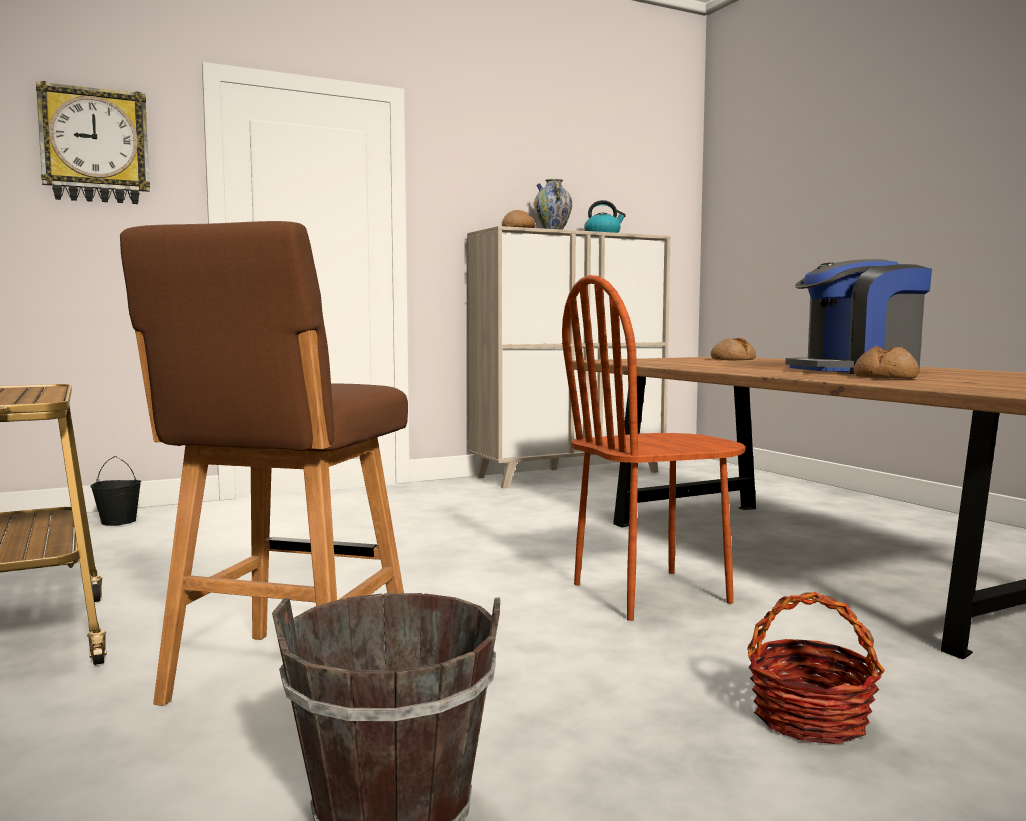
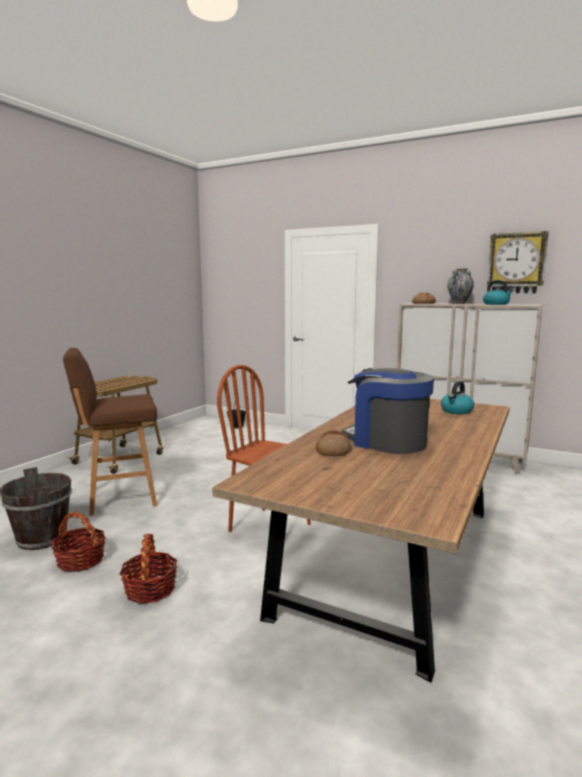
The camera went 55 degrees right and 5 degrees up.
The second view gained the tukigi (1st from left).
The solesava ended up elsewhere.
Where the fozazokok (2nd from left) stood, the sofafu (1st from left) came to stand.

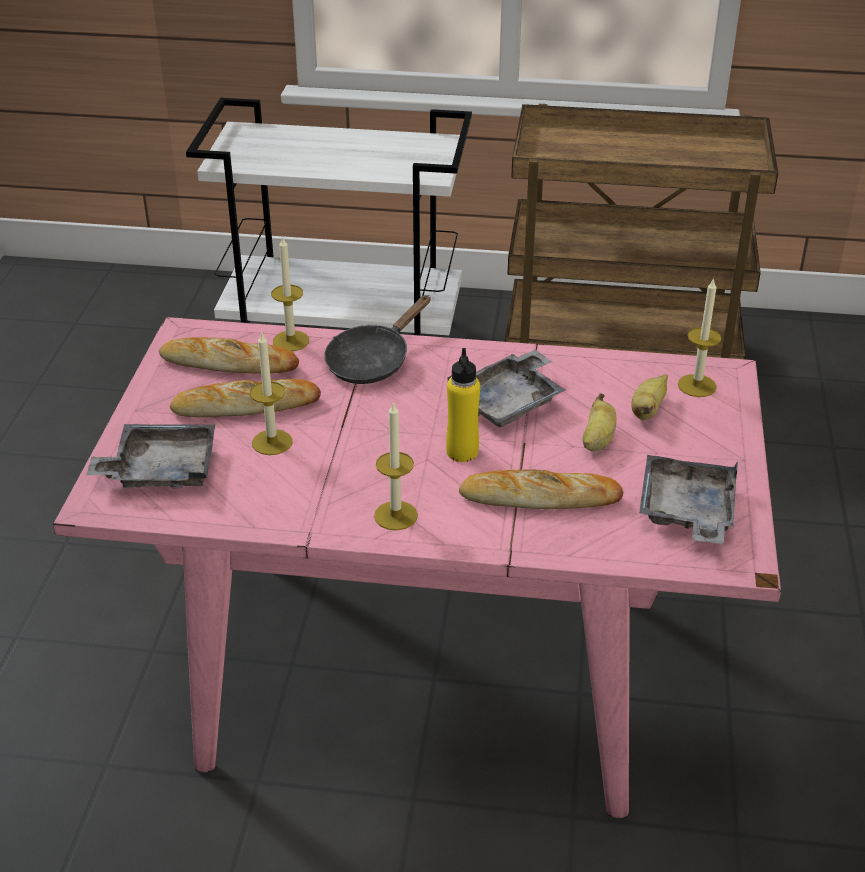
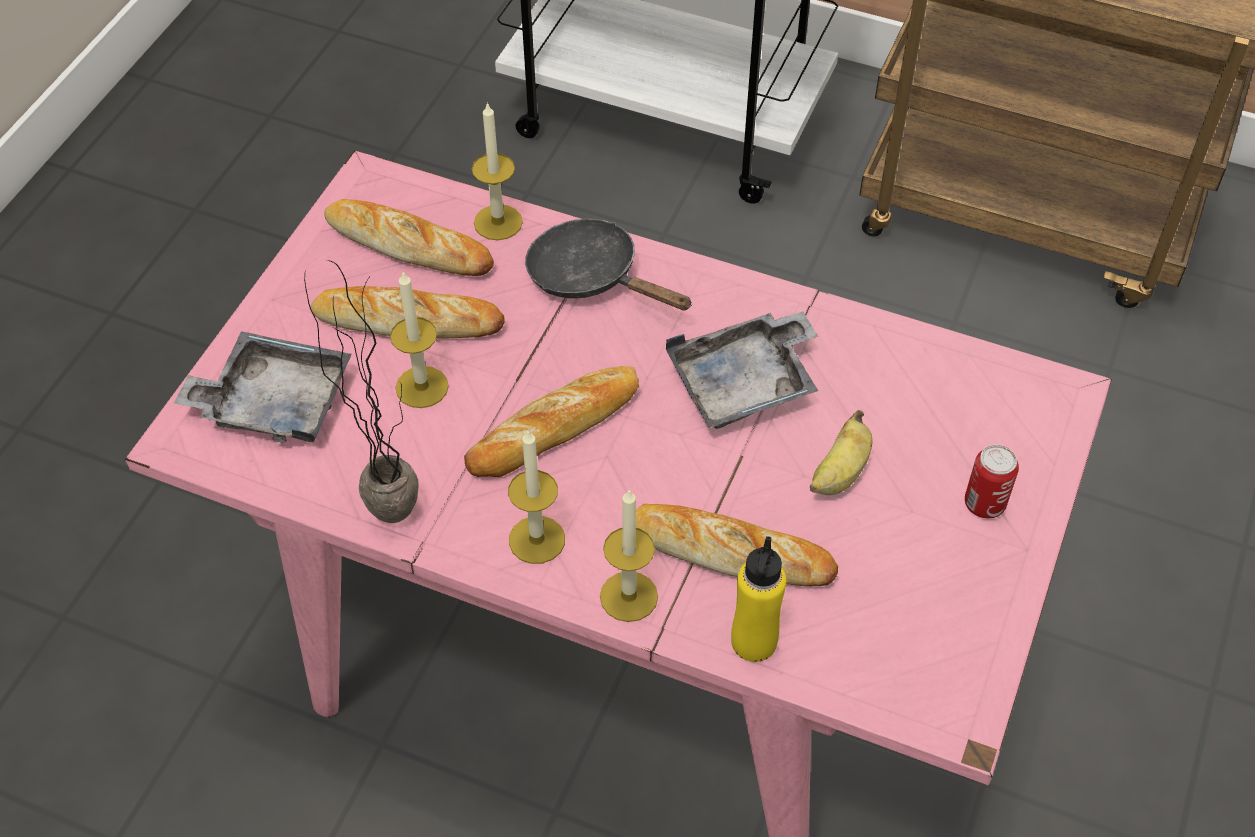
The camera went 15 degrees right and 15 degrees up.
The second view lost the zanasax (2nd from left).
The second view lost the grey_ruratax (3rd from left).
The second view gained the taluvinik.
The second view gained the fozazokok (3rd from left).
The second view gained the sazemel.
The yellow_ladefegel ended up elsewhere.
The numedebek (4th from left) ended up elsewhere.
The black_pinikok ended up facing another way, 75 degrees clockwise from before.

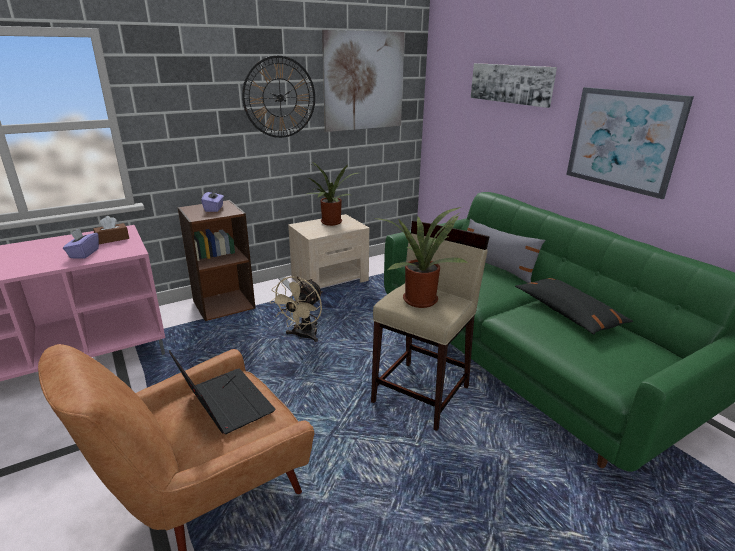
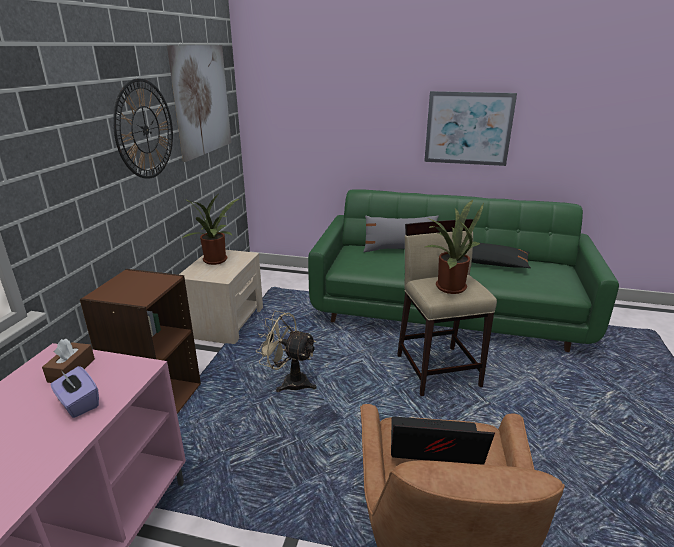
The camera went 45 degrees left and 0 degrees up.
The second view lost the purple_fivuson (2nd from left).
The second view lost the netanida (2nd from left).
The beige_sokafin ended up facing another way, 135 degrees clockwise from before.

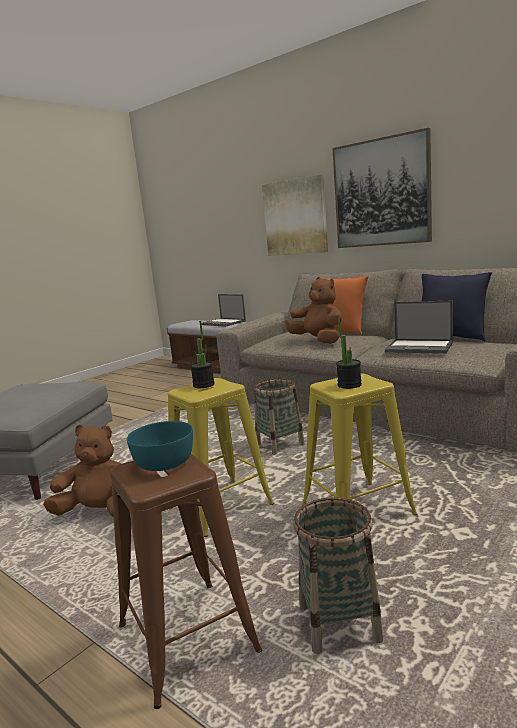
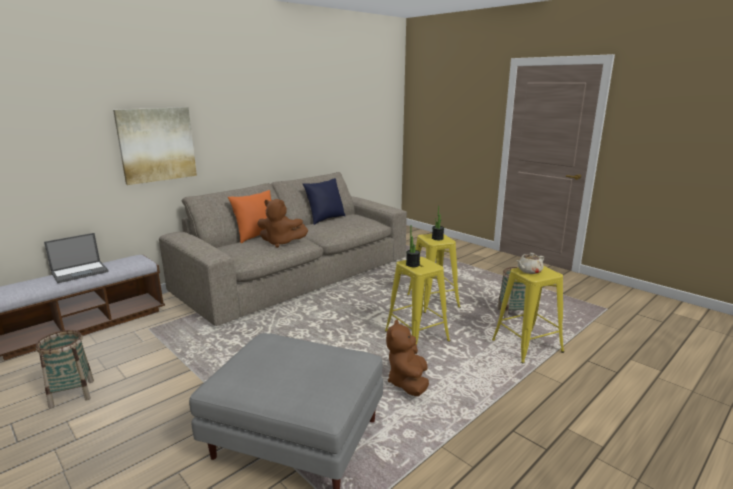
The camera went 85 degrees left and 5 degrees up.
The second view lost the netanida (2nd from left).
The second view lost the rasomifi (2nd from left).
The tukigi (1st from left) ended up elsewhere.
Where the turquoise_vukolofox stood, the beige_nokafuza came to stand.
What was the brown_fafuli turned into the yellow_fafuli (3rd from left).
The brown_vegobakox (2nd from left in the first image) ended up facing another way, 135 degrees counterclockwise from before.

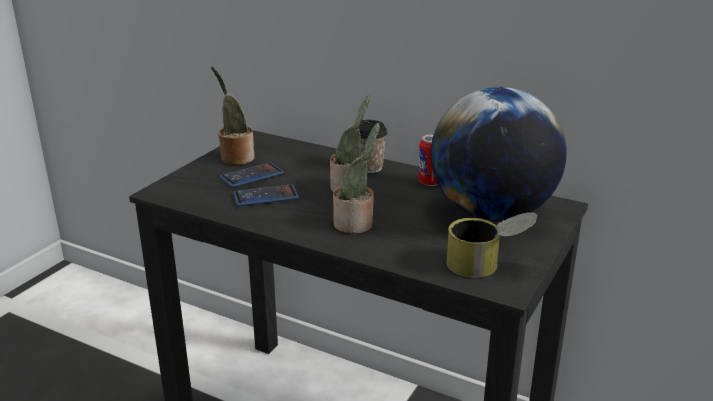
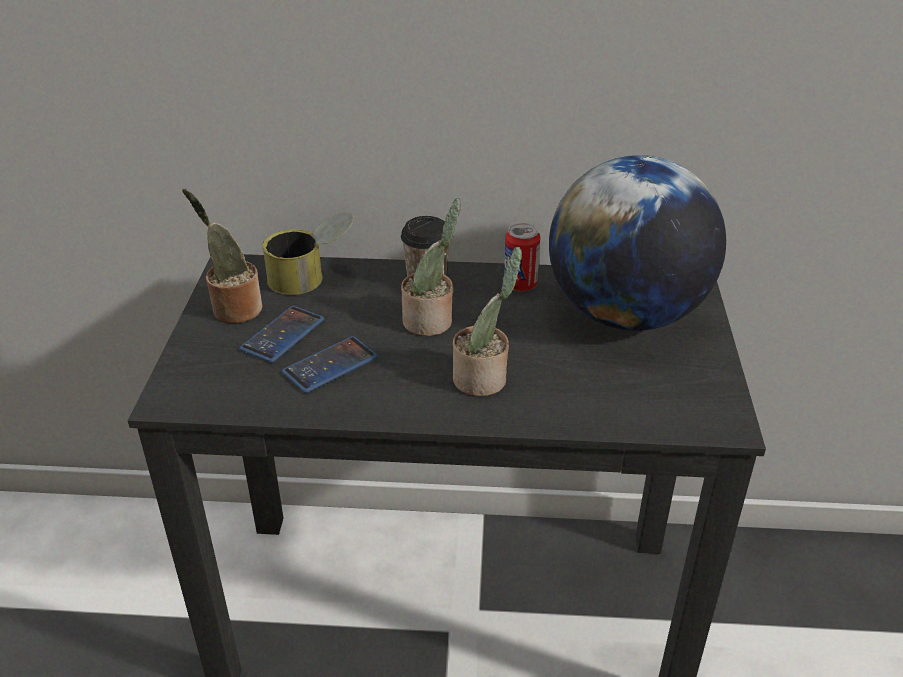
The camera went 25 degrees left and 10 degrees up.
The sazemel (2nd from left in the first image) ended up elsewhere.

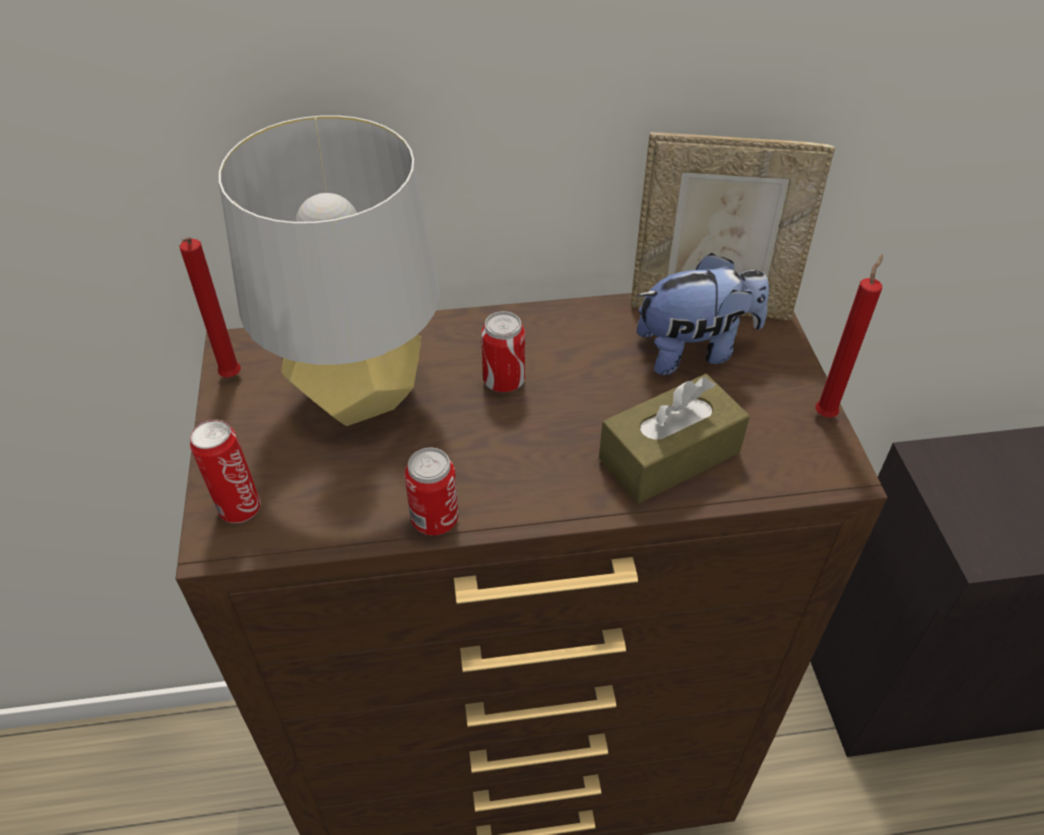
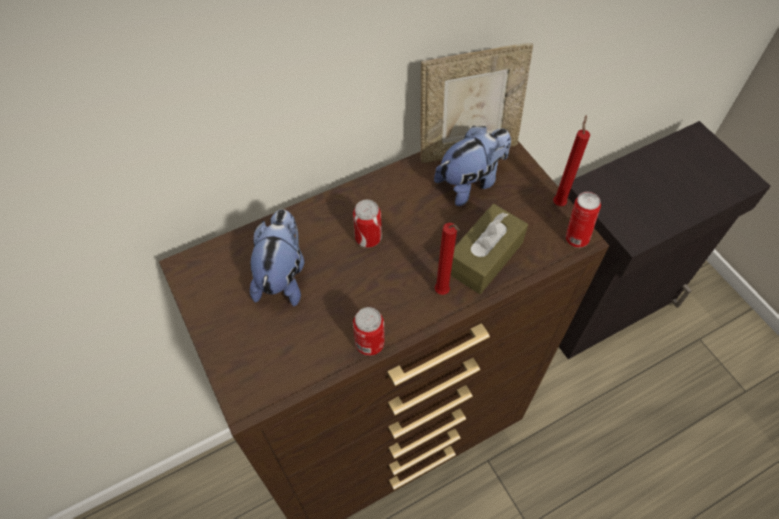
The camera went 20 degrees left and 10 degrees up.
The red_numedebek (1st from left) ended up elsewhere.
The sazemel (1st from left in the first image) ended up elsewhere.
Where the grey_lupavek stood, the vegobakox (1st from left) came to stand.

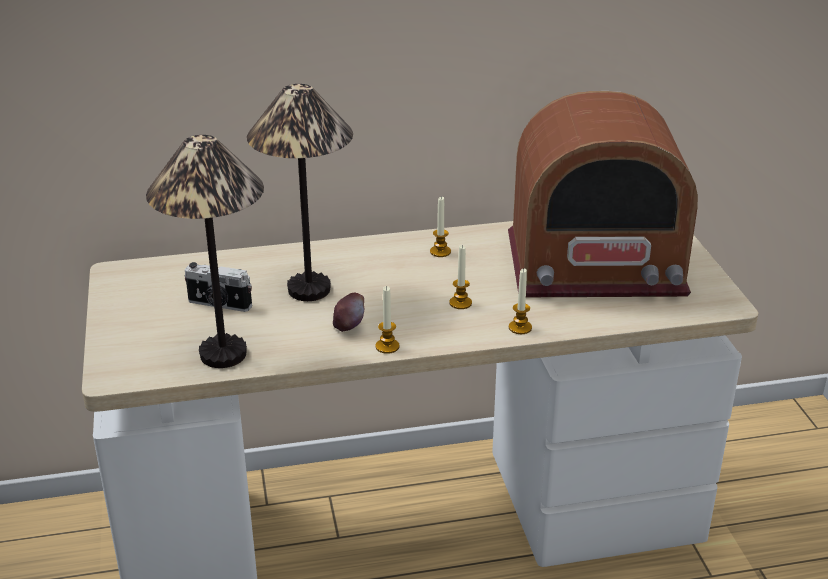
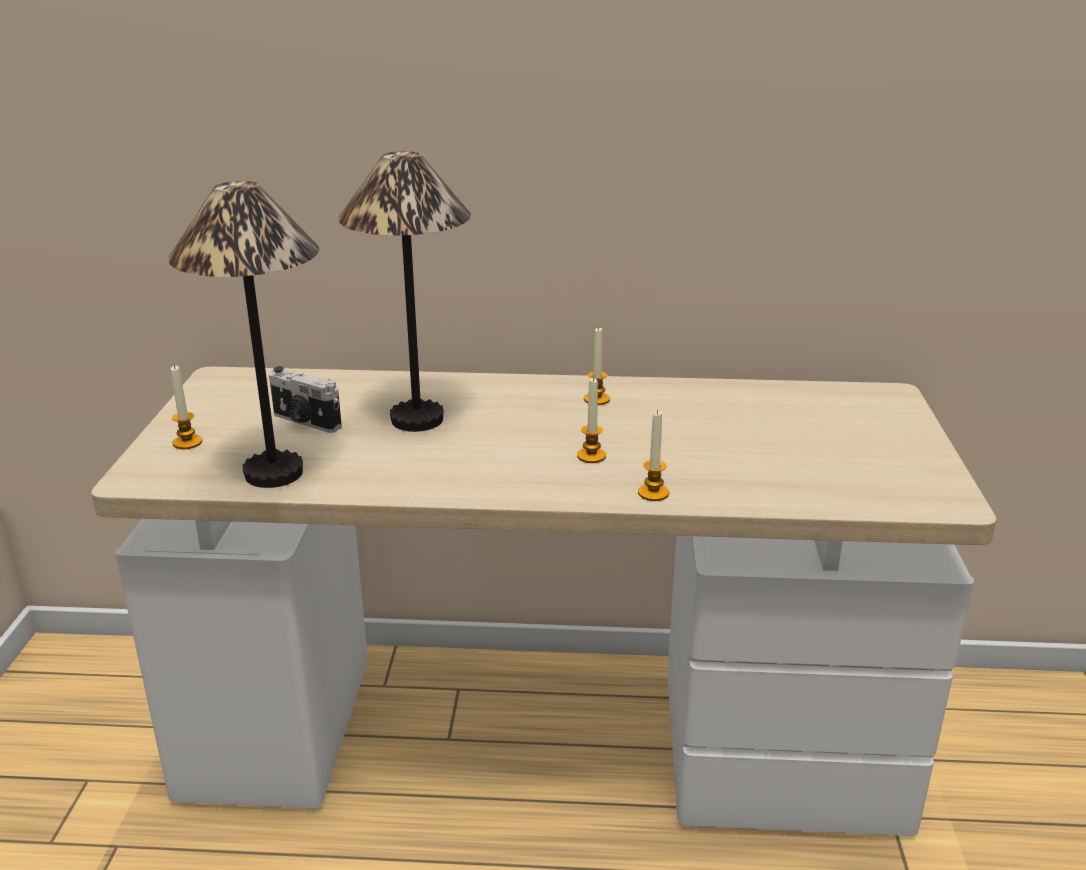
The camera went 15 degrees right and 5 degrees down.
The second view lost the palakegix.
The second view lost the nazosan.
The numedebek (1st from left) ended up elsewhere.

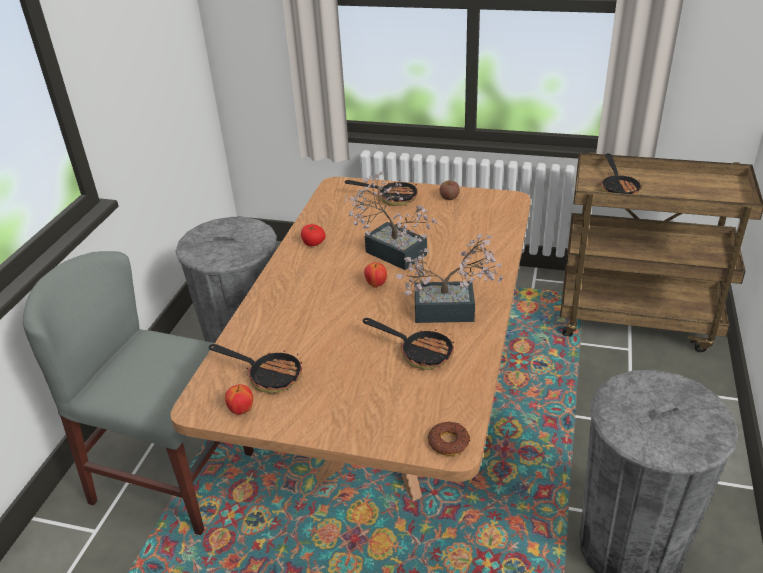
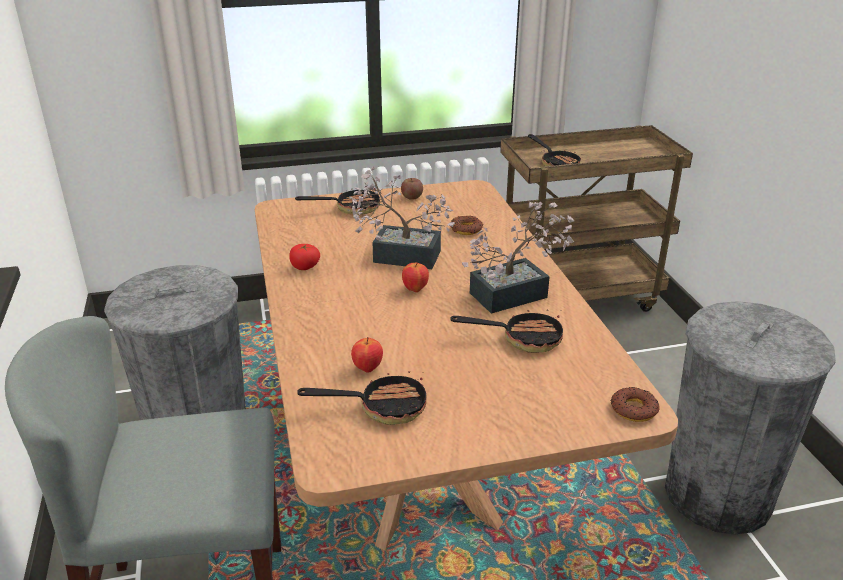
The camera went 30 degrees left and 5 degrees down.
The second view gained the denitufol (1st from left).
The palakegix (1st from left) ended up elsewhere.

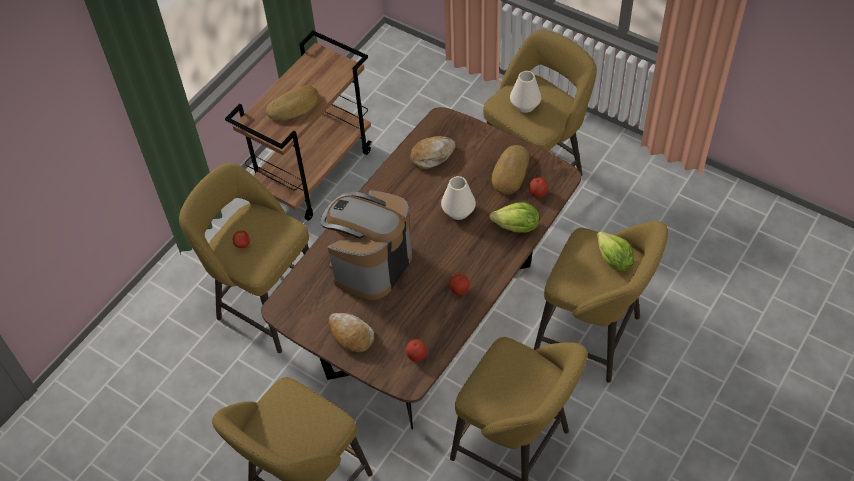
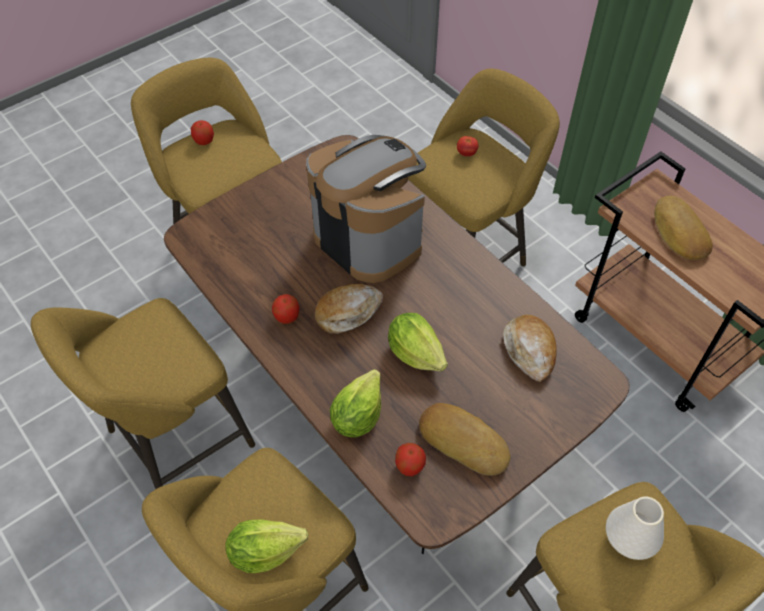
The camera went 105 degrees right and 0 degrees up.
The fozazokok (2nd from left in the first image) ended up elsewhere.
The palakegix (1st from left) ended up elsewhere.
Where the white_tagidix (1st from left) stood, the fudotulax (3rd from left) came to stand.

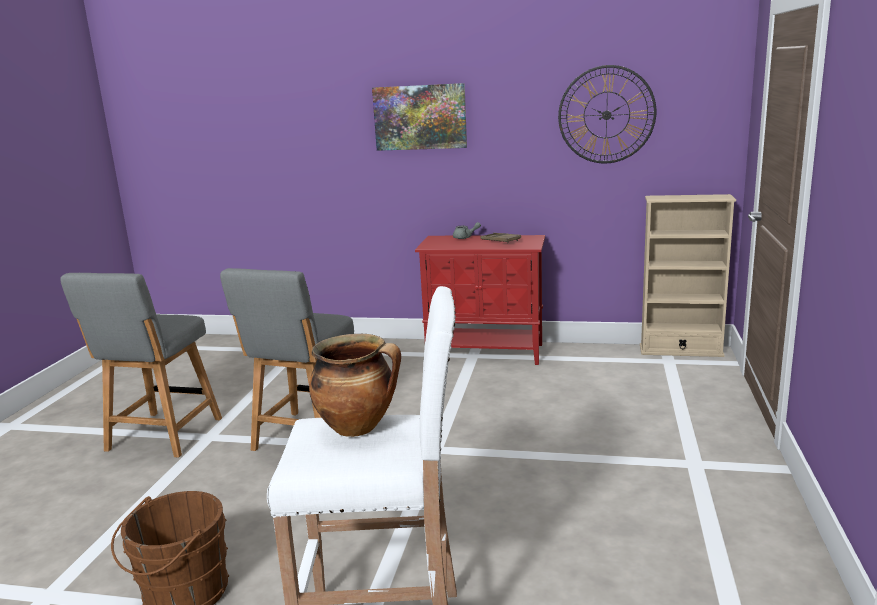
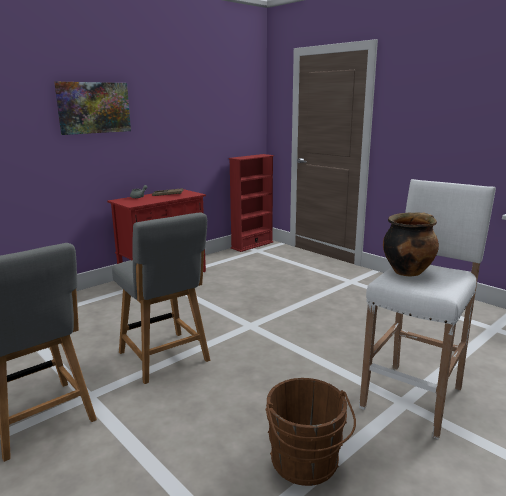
The camera went 55 degrees left and 0 degrees up.
The second view lost the solesava.
What was the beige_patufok turned into the red_patufok.

